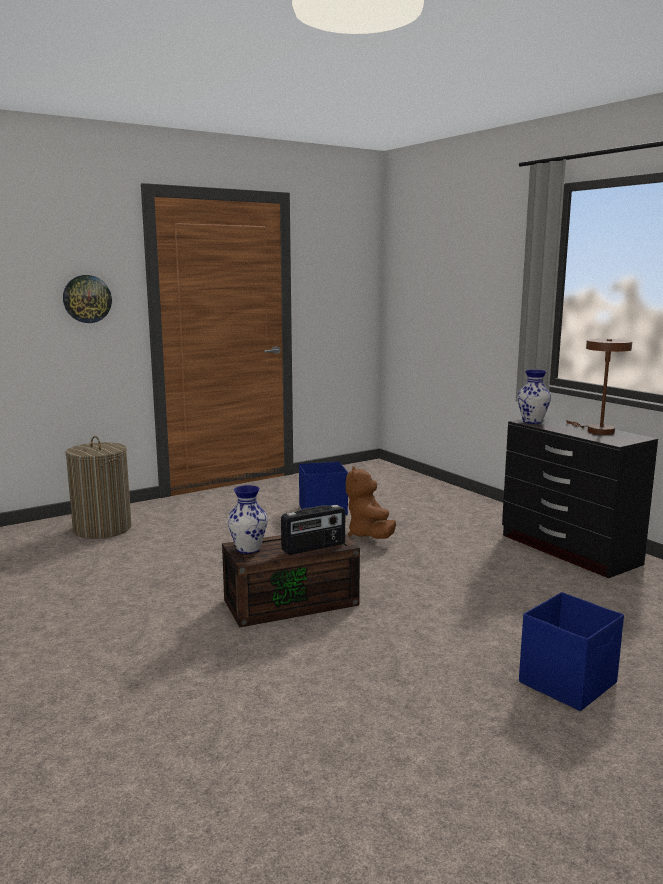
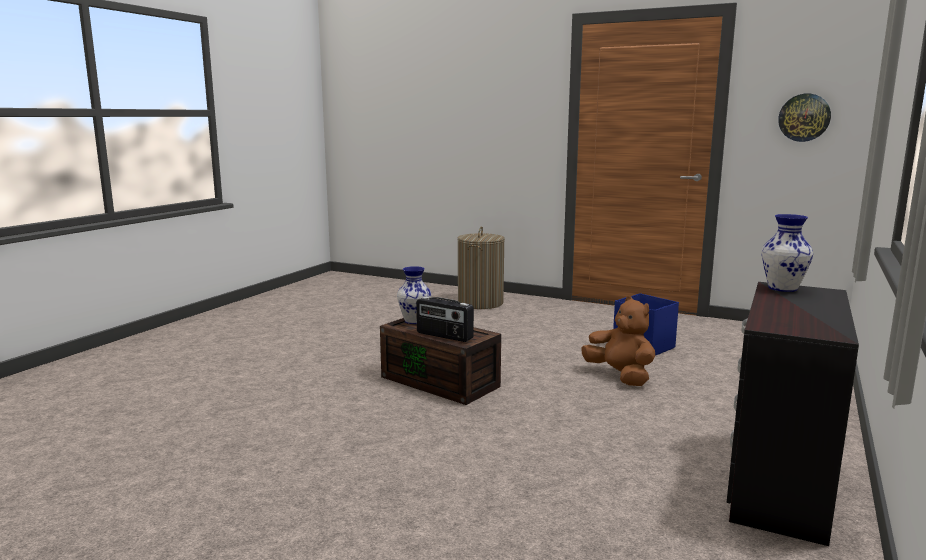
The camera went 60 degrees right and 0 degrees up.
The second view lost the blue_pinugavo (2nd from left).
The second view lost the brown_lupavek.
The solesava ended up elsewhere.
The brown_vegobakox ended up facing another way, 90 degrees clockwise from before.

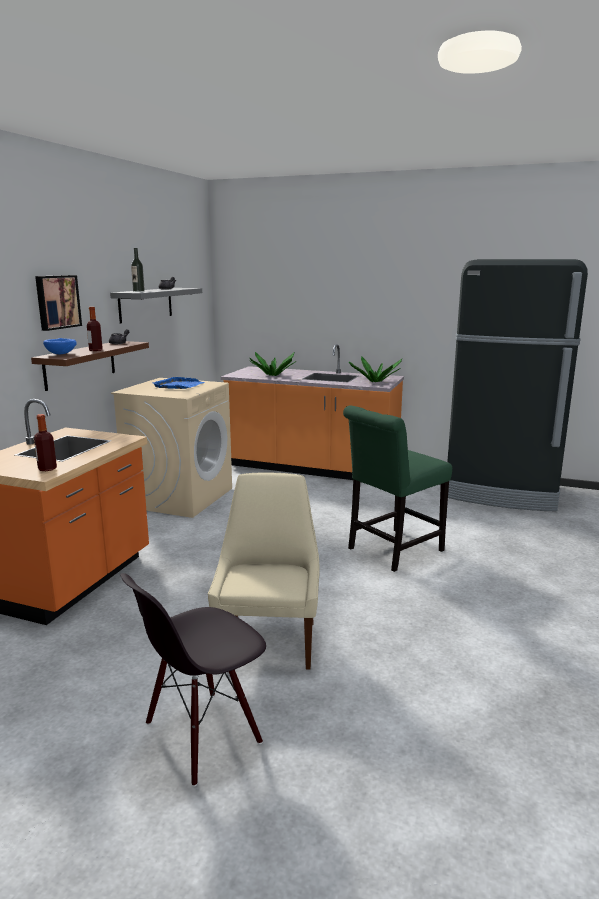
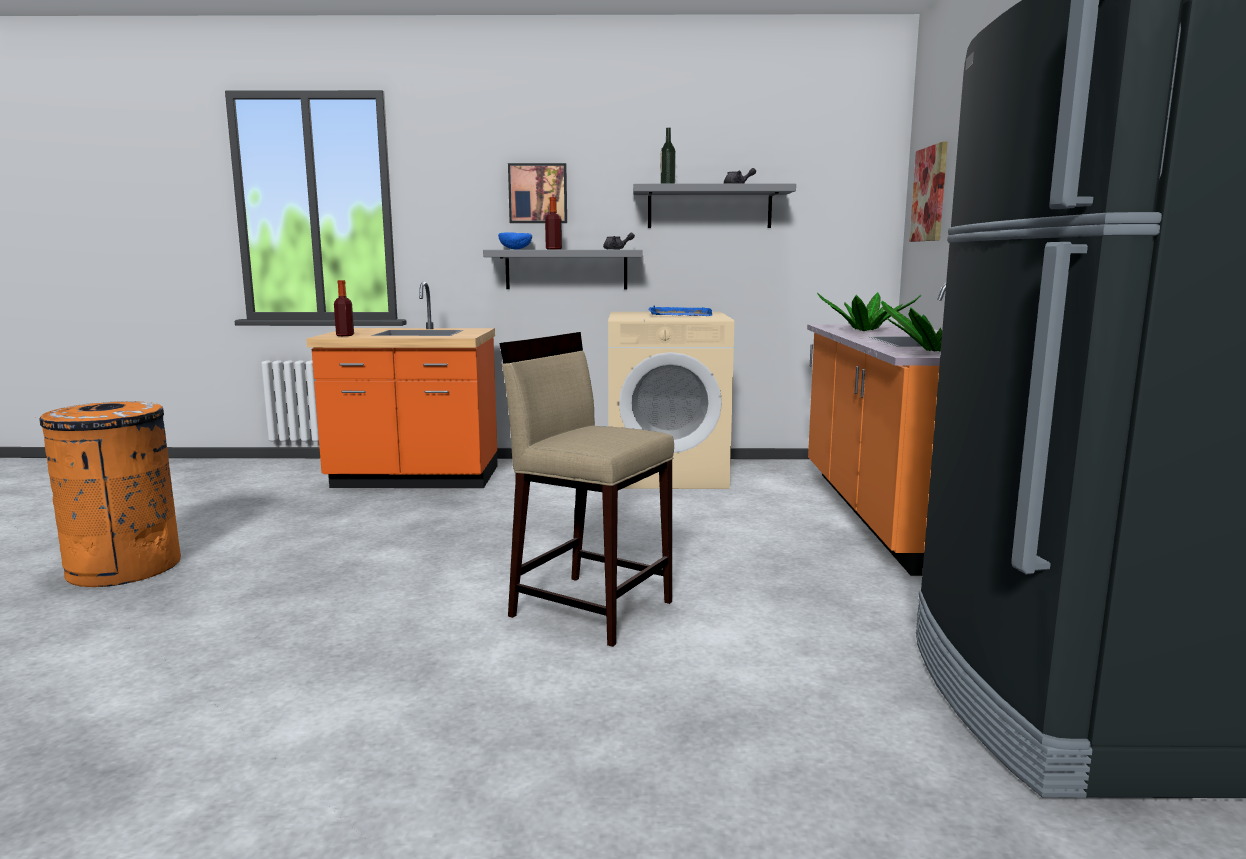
The camera went 70 degrees right and 5 degrees down.
The second view lost the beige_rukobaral.
The second view gained the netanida (2nd from left).
Where the black_rukobaral stood, the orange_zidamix came to stand.
Where the green_rukobaral stood, the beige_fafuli came to stand.
What was the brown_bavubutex turned into the grey_bavubutex (1st from left).

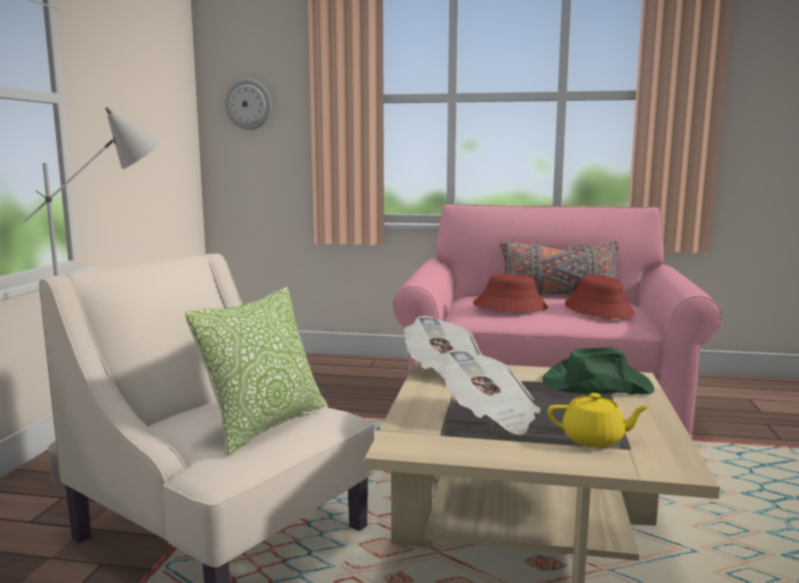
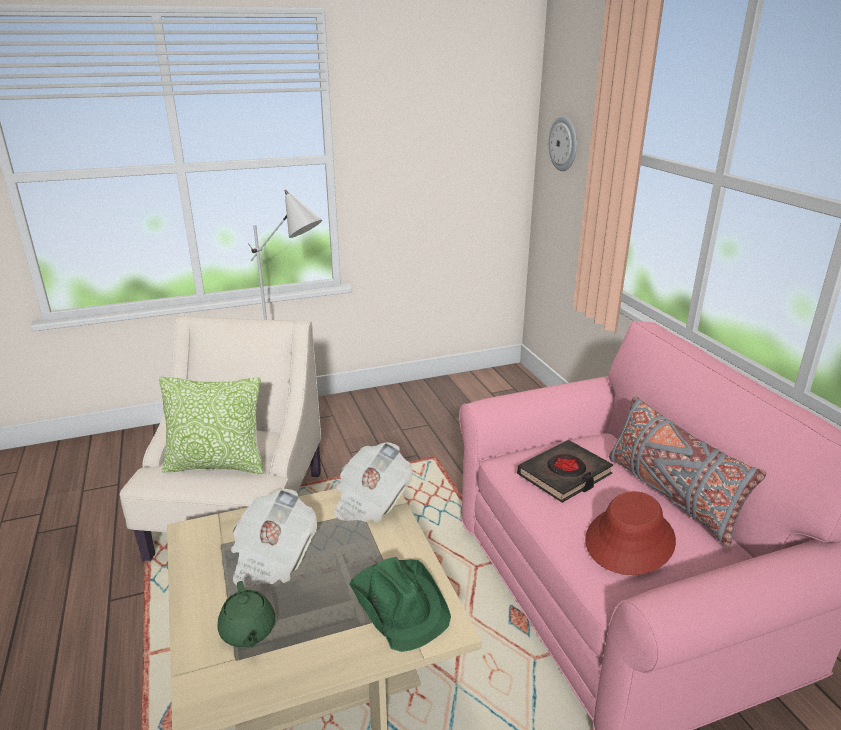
The camera went 60 degrees right and 15 degrees up.
Where the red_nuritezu (1st from left) stood, the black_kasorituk came to stand.
What was the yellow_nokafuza turned into the green_nokafuza.

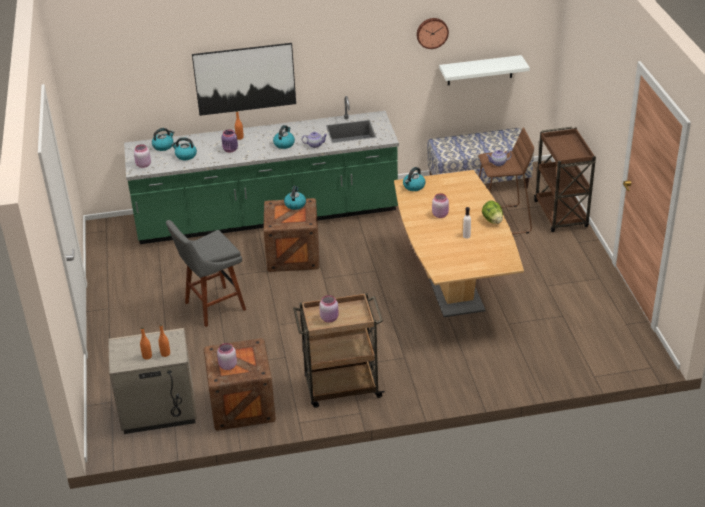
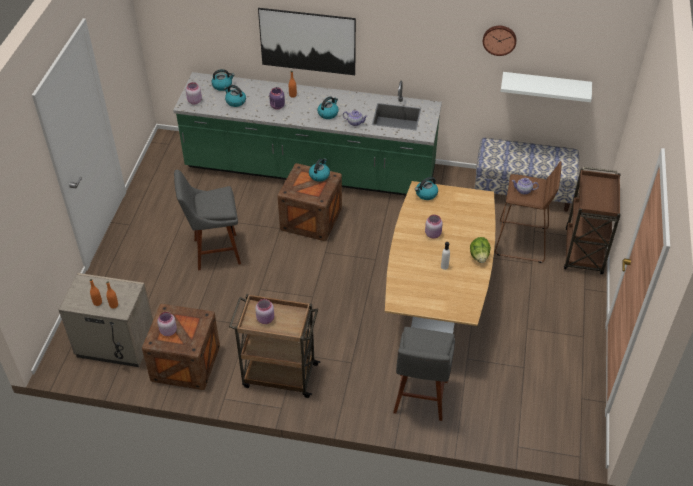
The camera went 20 degrees right and 10 degrees up.
The second view gained the grey_fafuli (2nd from left).

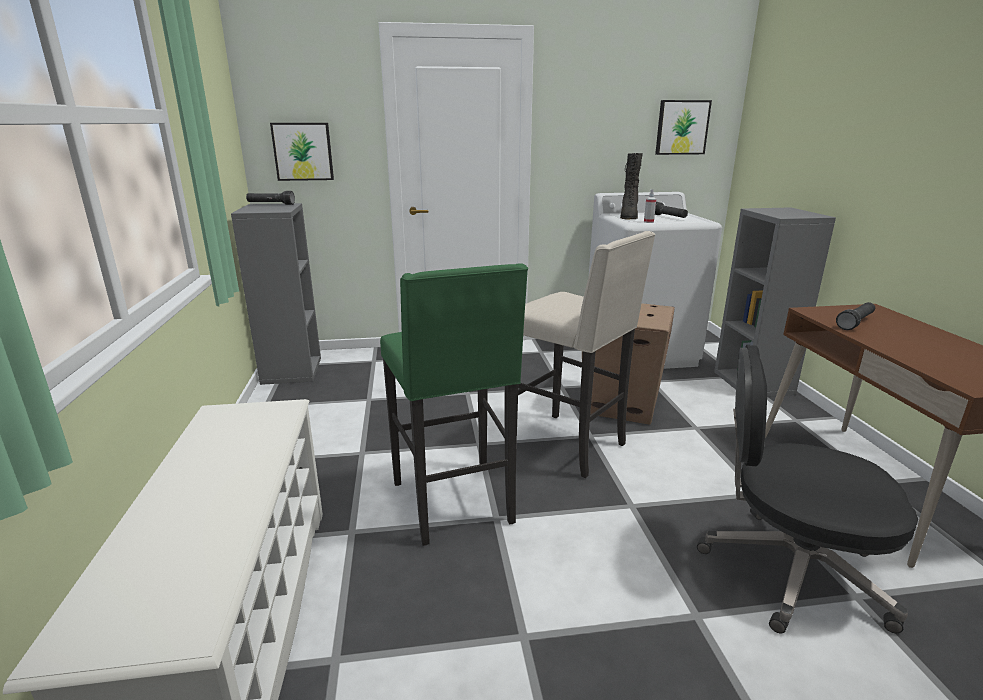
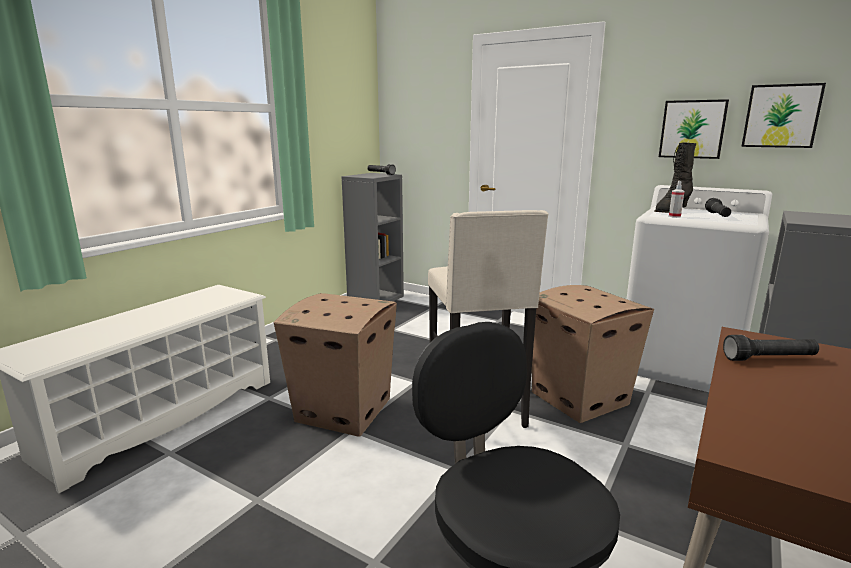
The camera went 40 degrees right and 5 degrees down.
The netanida (1st from left) ended up elsewhere.
Where the green_fafuli stood, the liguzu (1st from left) came to stand.

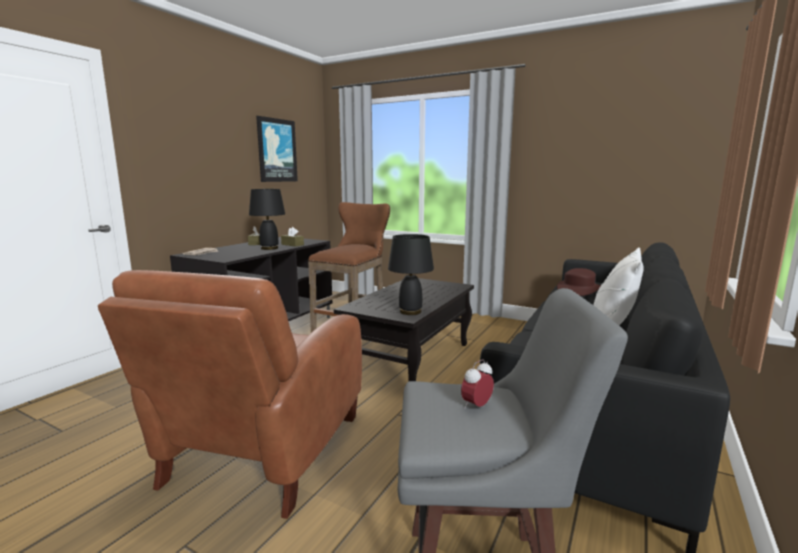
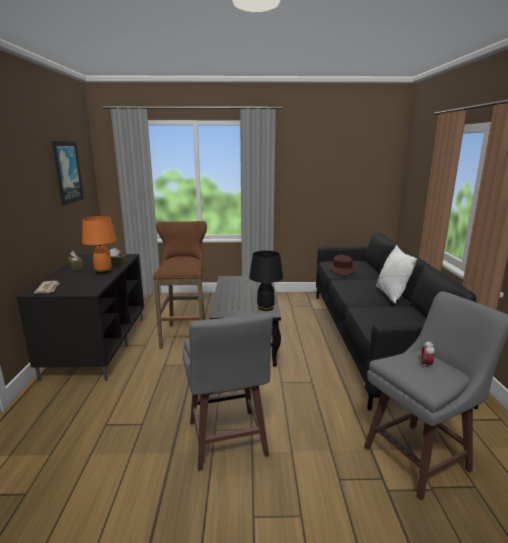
The camera went 30 degrees left and 5 degrees up.
Where the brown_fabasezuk stood, the grey_fafuli (1st from left) came to stand.
What was the black_lupavek (1st from left) turned into the orange_lupavek.

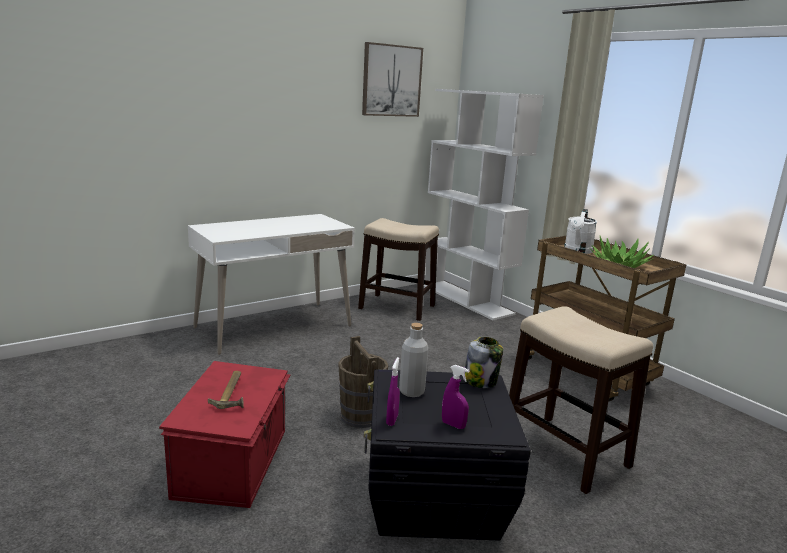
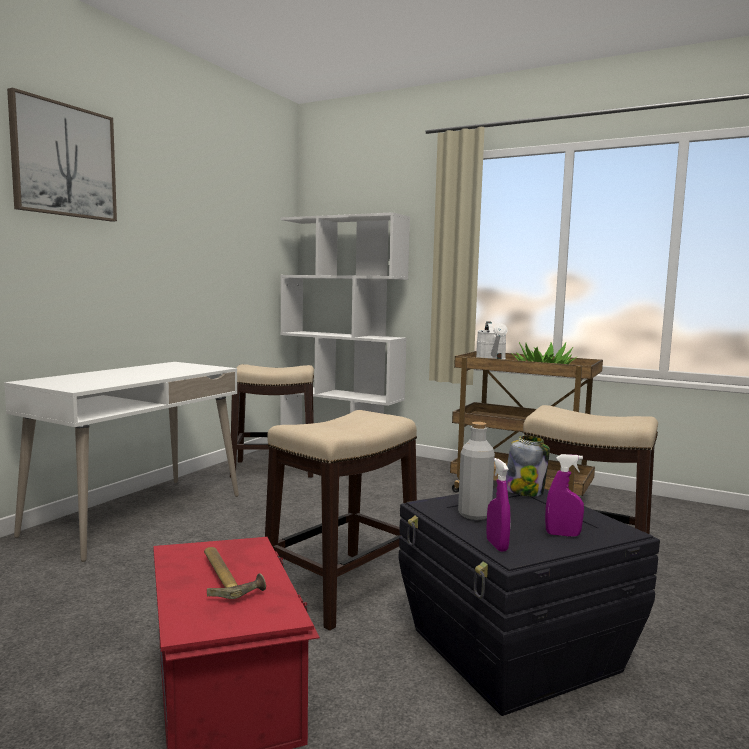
The camera went 25 degrees left and 10 degrees down.
The netanida ended up elsewhere.
Where the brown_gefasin stood, the fafuli (2nd from left) came to stand.

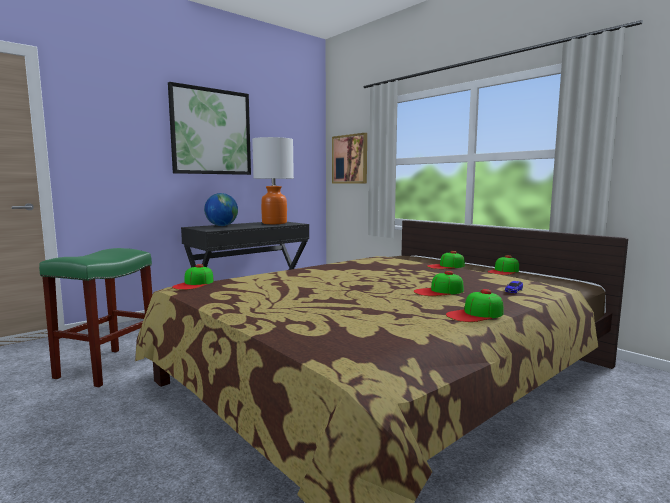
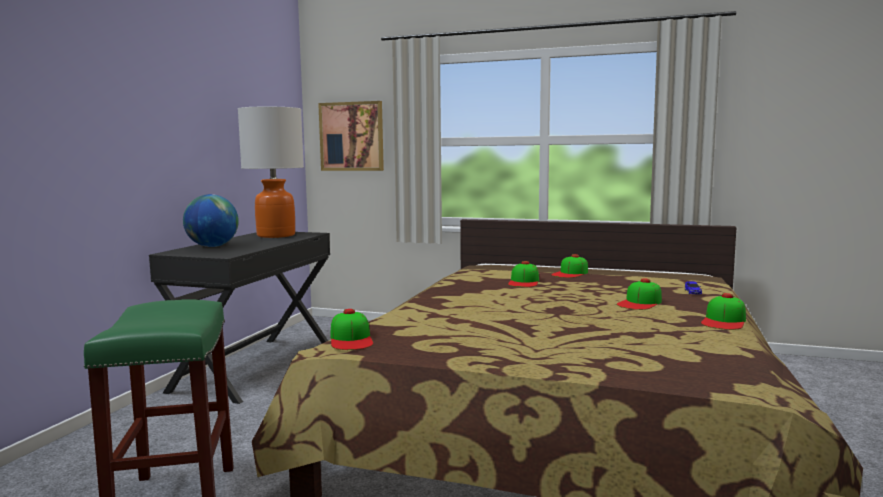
The camera went 30 degrees left and 0 degrees up.
The second view lost the netanida (1st from left).
The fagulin (5th from left in the first image) ended up elsewhere.

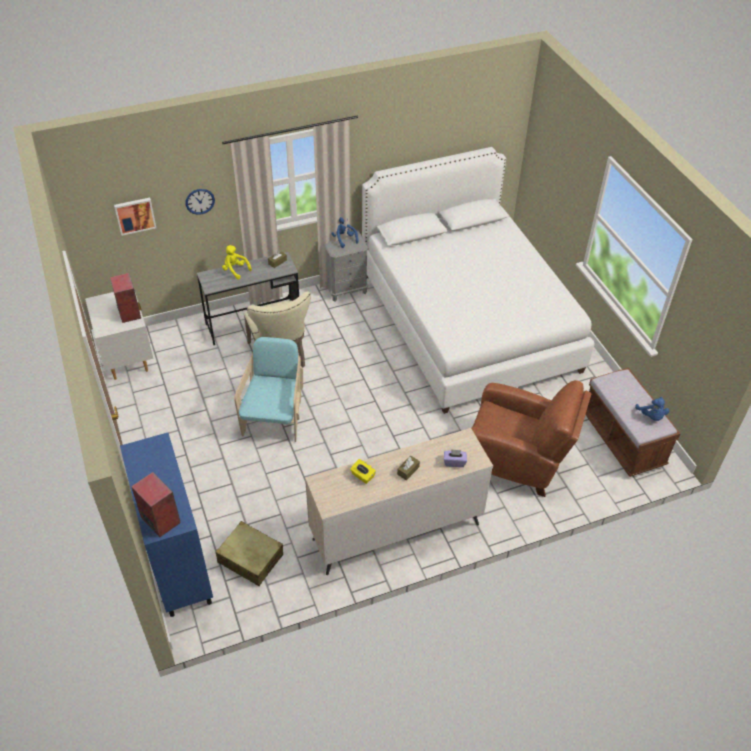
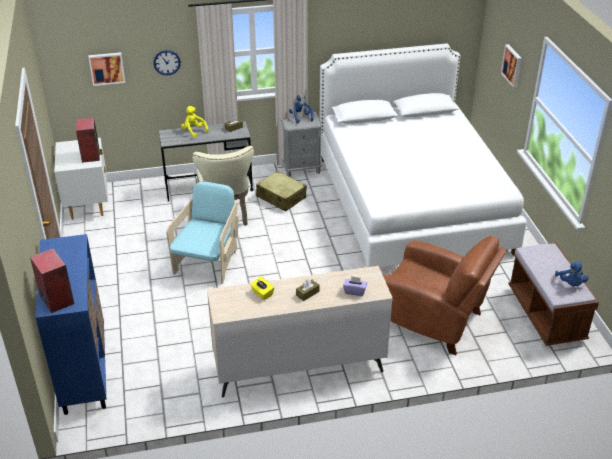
The camera went 10 degrees right and 10 degrees down.
The second view gained the netanida (2nd from left).
The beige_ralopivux ended up elsewhere.

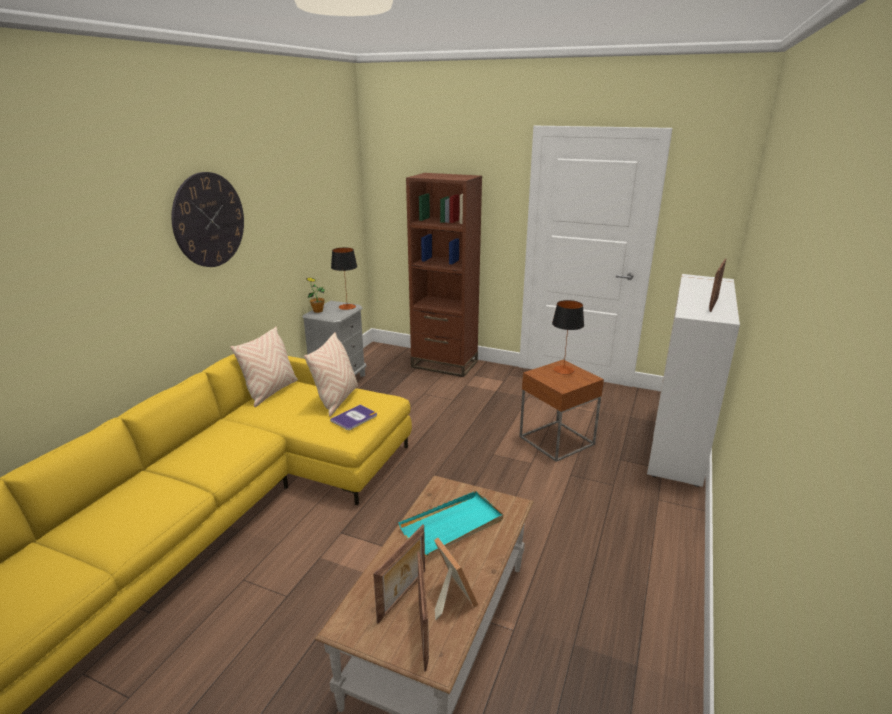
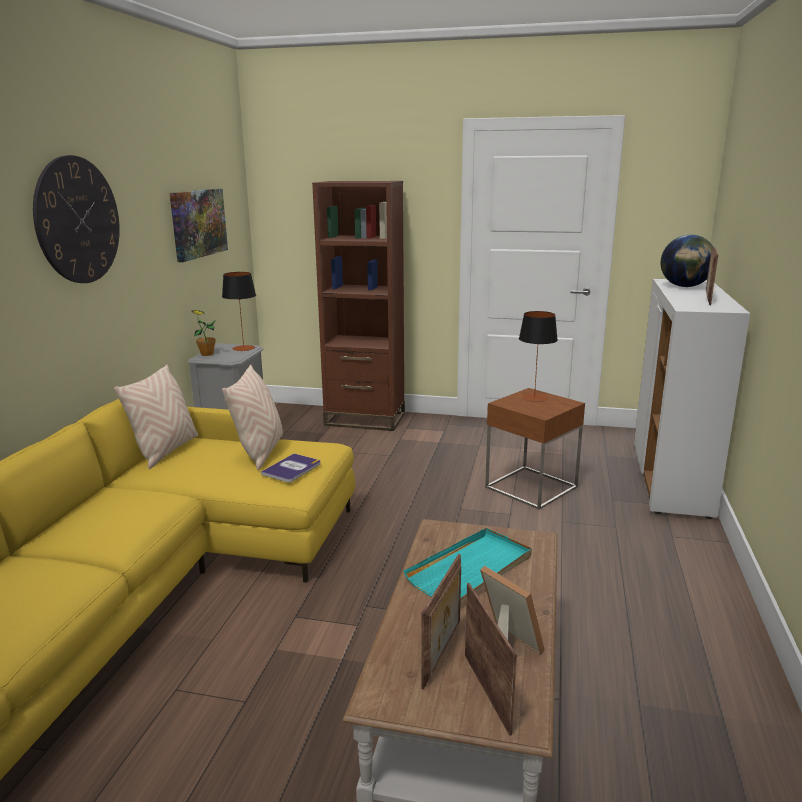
The camera went 10 degrees left and 5 degrees down.
The second view gained the netanida.
The second view gained the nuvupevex.

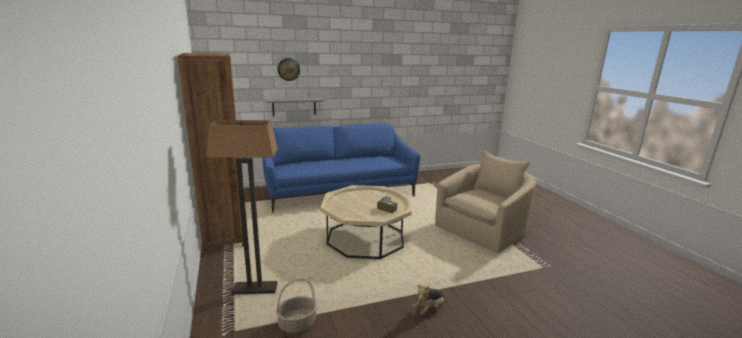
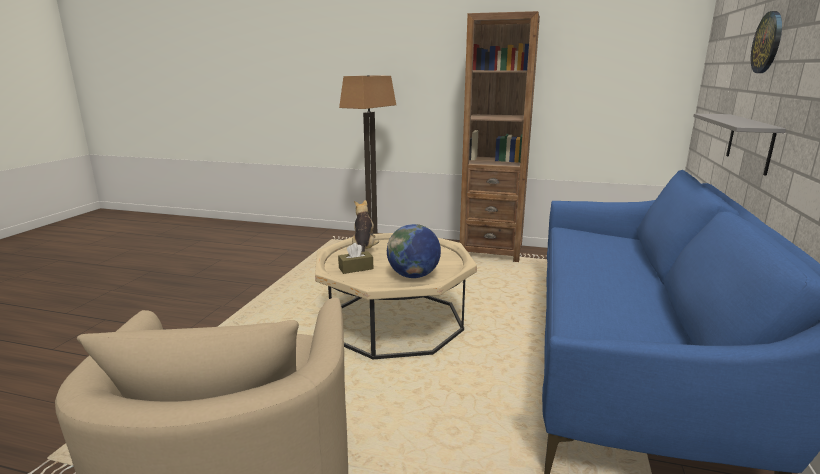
The camera went 125 degrees right and 0 degrees up.
The second view lost the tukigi.
The second view gained the nuvupevex.
The vegobakox ended up elsewhere.

